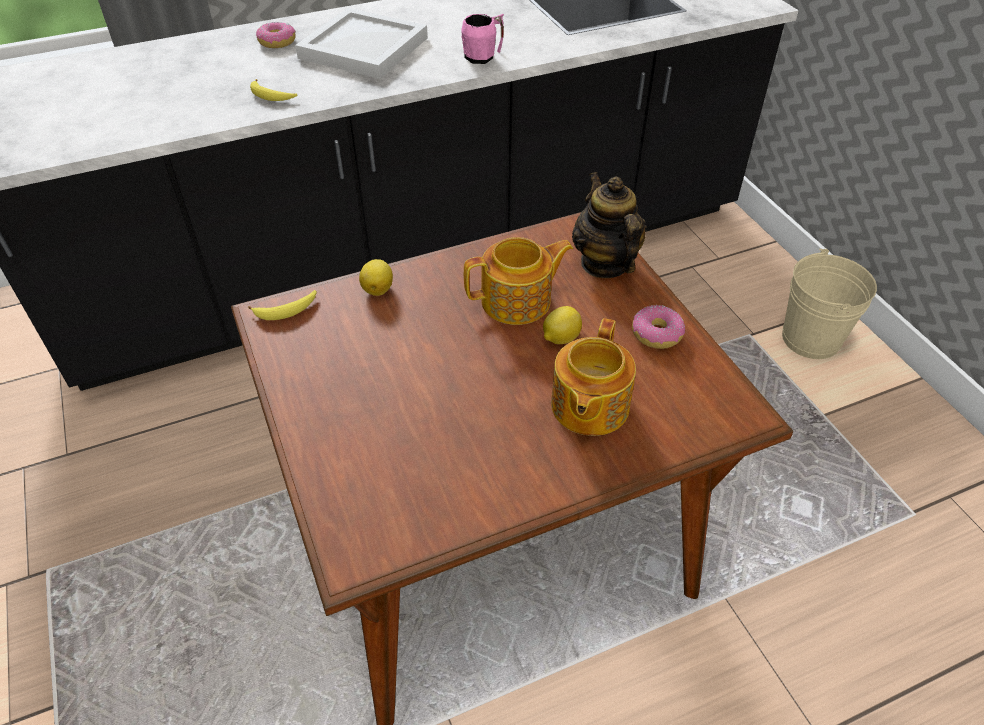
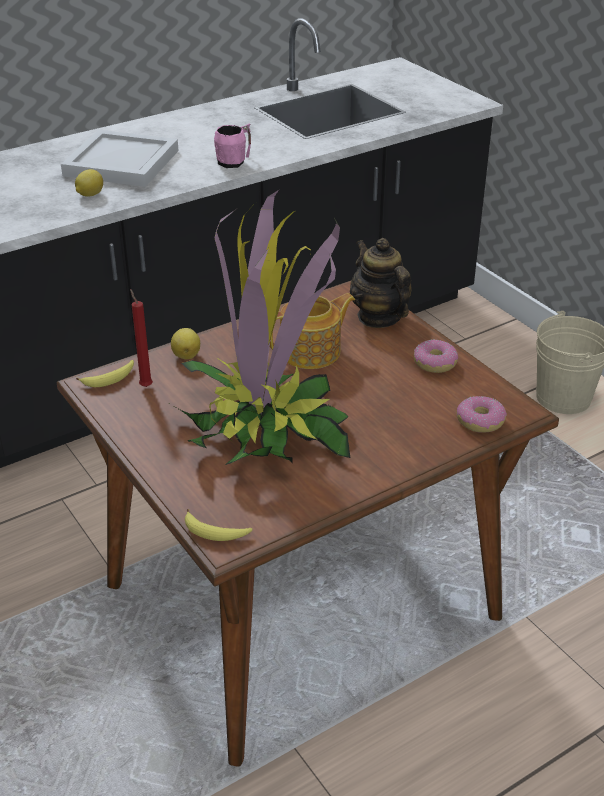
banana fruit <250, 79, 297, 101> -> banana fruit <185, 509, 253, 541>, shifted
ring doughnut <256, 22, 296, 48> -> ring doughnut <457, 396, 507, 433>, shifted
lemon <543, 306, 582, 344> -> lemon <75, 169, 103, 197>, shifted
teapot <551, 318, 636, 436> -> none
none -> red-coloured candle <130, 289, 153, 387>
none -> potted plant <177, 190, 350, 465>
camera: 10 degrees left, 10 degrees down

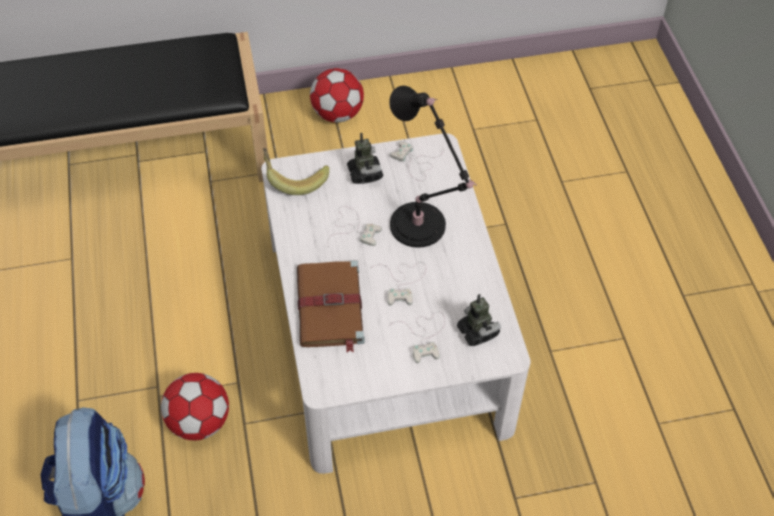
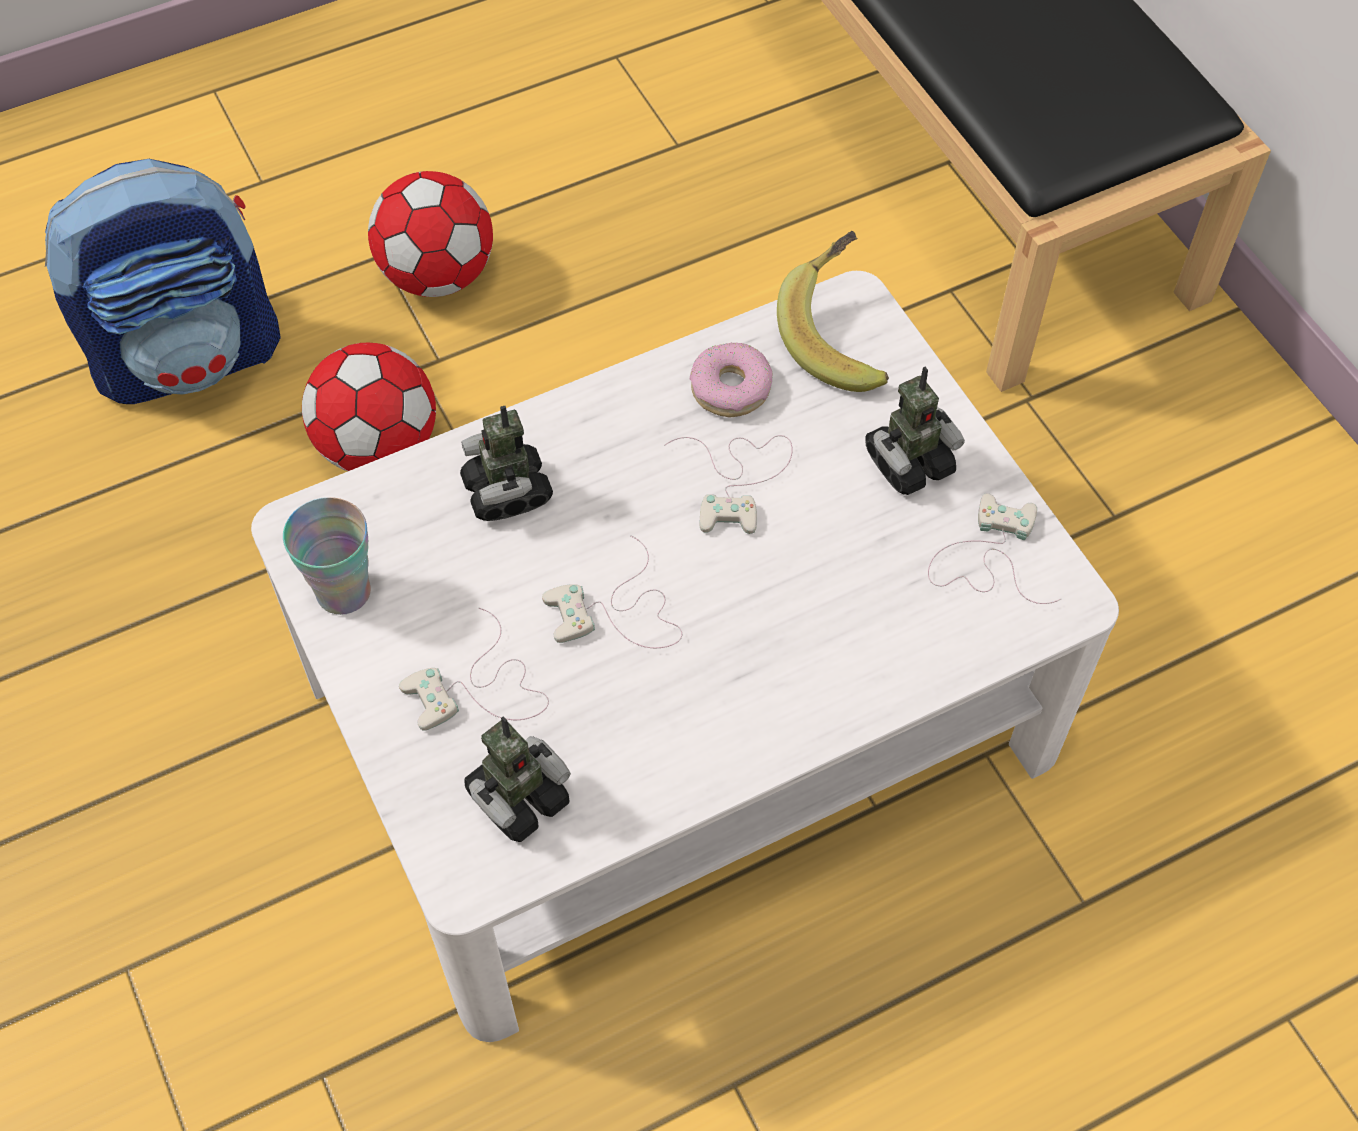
brown bound book <297, 260, 365, 352> -> toy robot <460, 406, 553, 521>
football ball <310, 68, 364, 123> -> football ball <368, 171, 493, 297>, shifted
blackish table lamp <389, 86, 477, 248> -> none
none -> drinking cup <283, 497, 371, 615>
none -> ring doughnut <690, 343, 772, 417>
camera: 75 degrees right, 5 degrees up

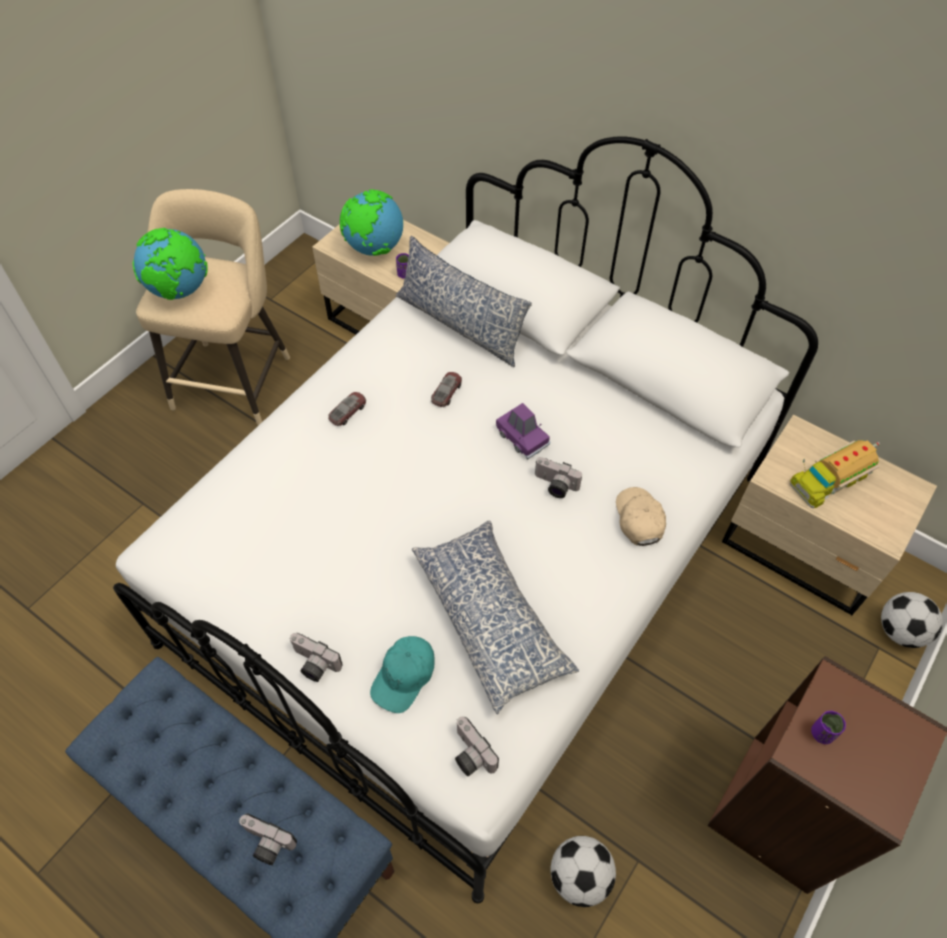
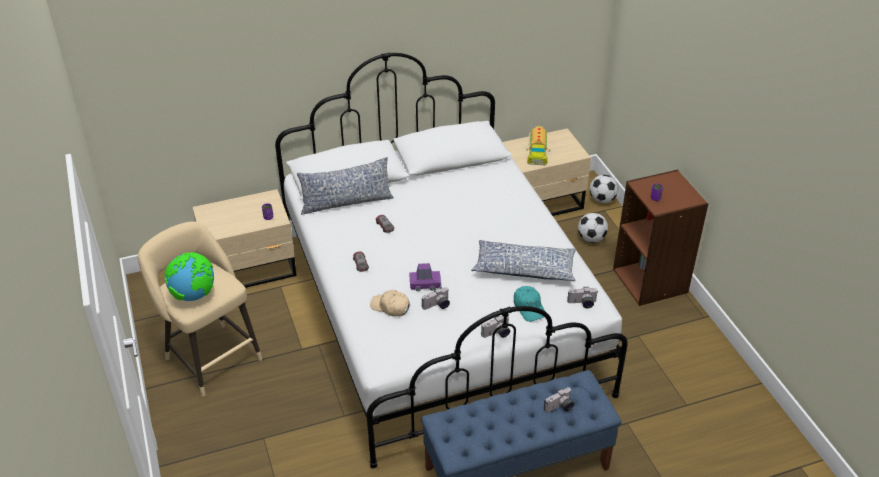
desk globe <340, 190, 403, 256> -> none
purple-coloured model car <496, 403, 550, 460> -> purple-coloured model car <410, 263, 442, 291>, shifted
still camera <535, 457, 582, 498> -> still camera <422, 287, 450, 310>, shifted
football ball <551, 836, 616, 907> -> football ball <578, 213, 608, 243>, shifted
sand-coloured baseball cap <616, 487, 666, 546> -> sand-coloured baseball cap <370, 290, 410, 316>, shifted
camera: 55 degrees left, 15 degrees down

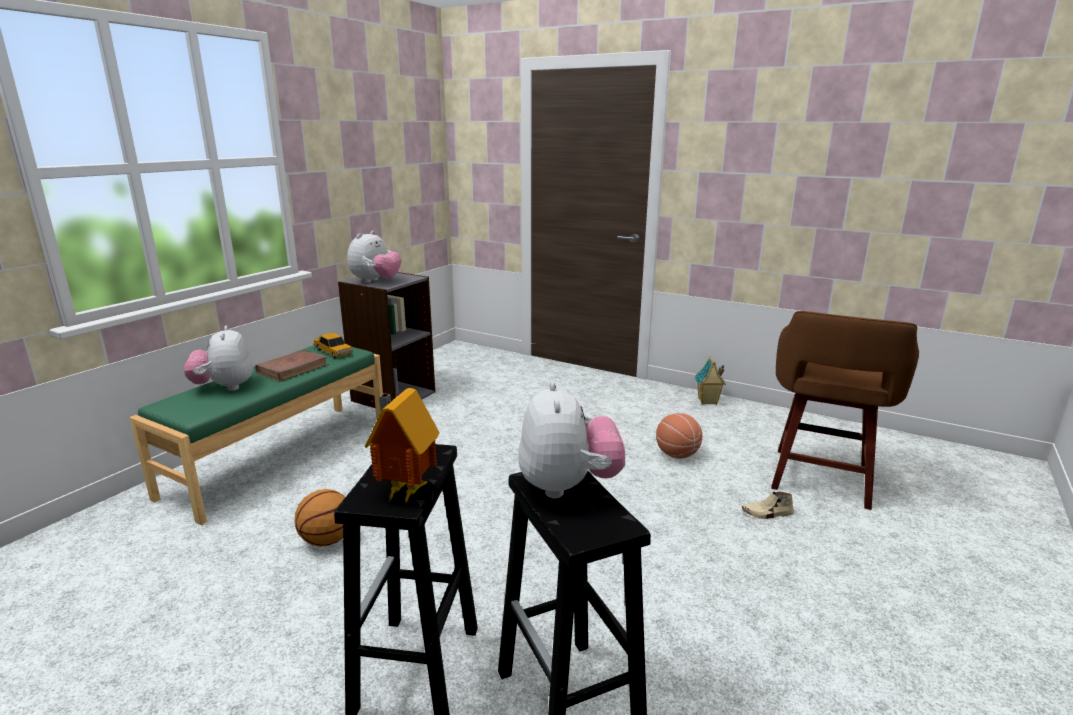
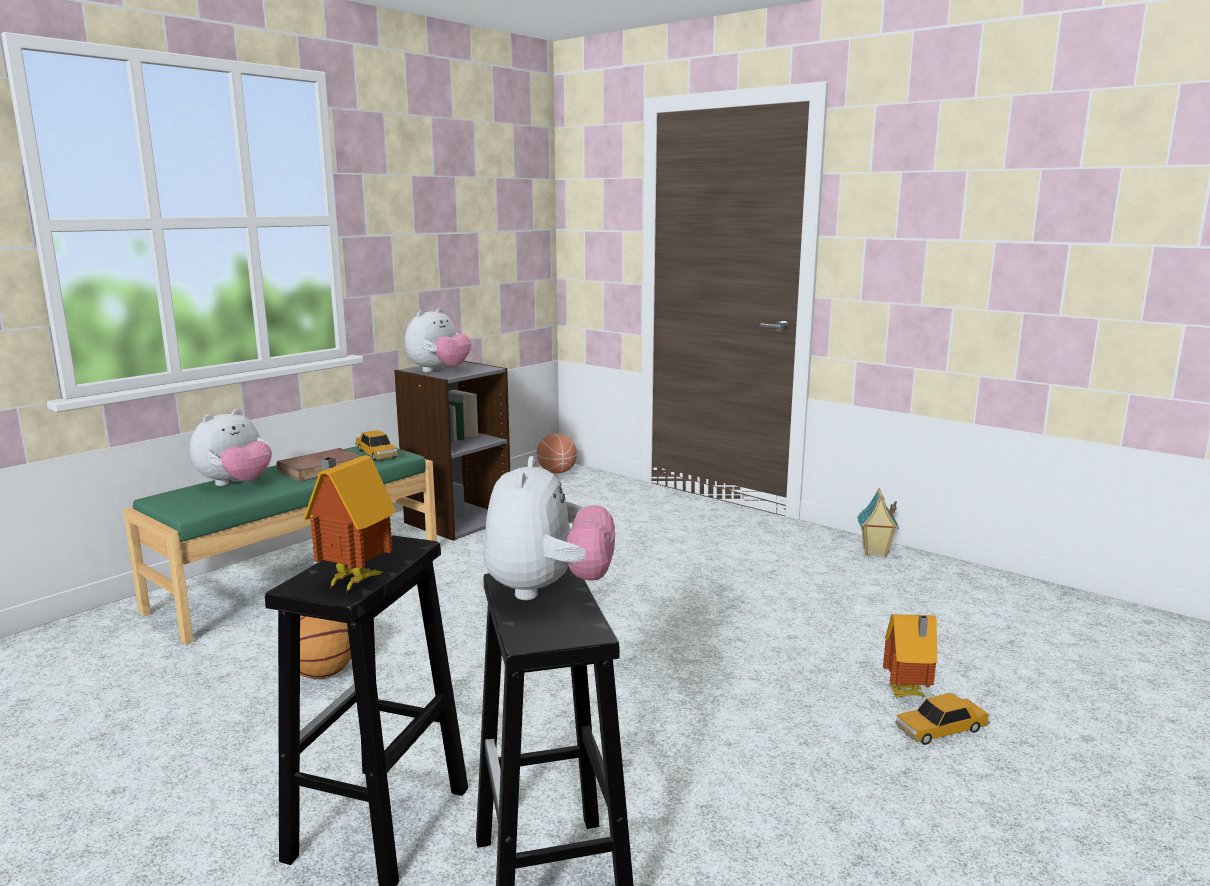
plush toy <184, 325, 253, 391> -> plush toy <190, 409, 272, 486>, 135 degrees counterclockwise
ball for basketball <656, 413, 703, 458> -> ball for basketball <537, 434, 577, 473>, shifted
sand-coloured item of footwear <742, 492, 794, 519> -> toy house <883, 614, 937, 698>
brown stool <771, 311, 919, 510> -> none
none -> model car <895, 693, 990, 745>
camera: 10 degrees right, 5 degrees down

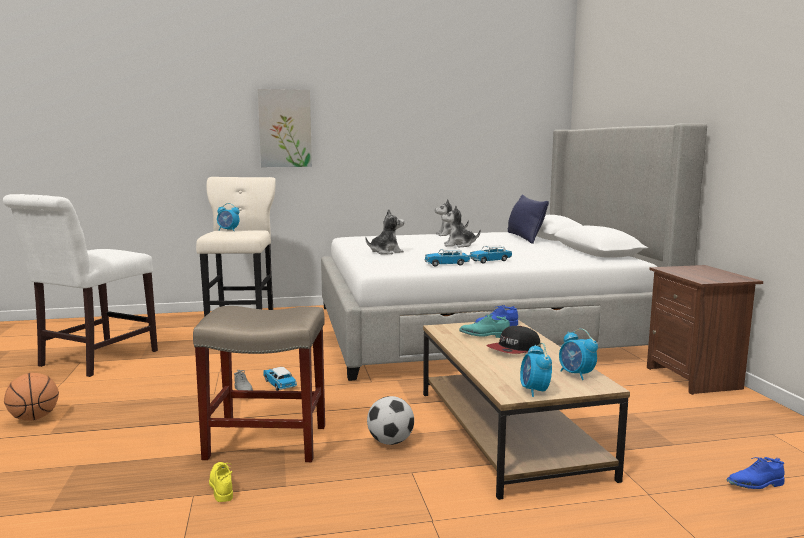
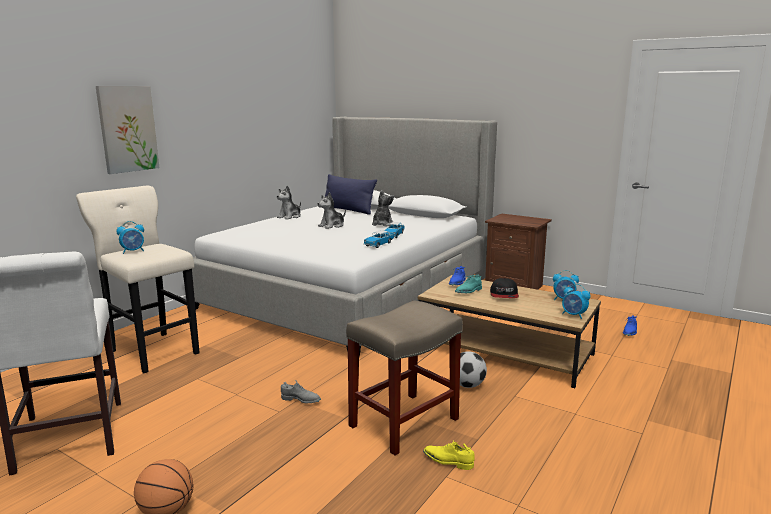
model car <263, 367, 297, 391> -> none
plush toy <365, 209, 404, 254> -> plush toy <372, 190, 394, 227>, shifted
camera: 45 degrees left, 5 degrees up

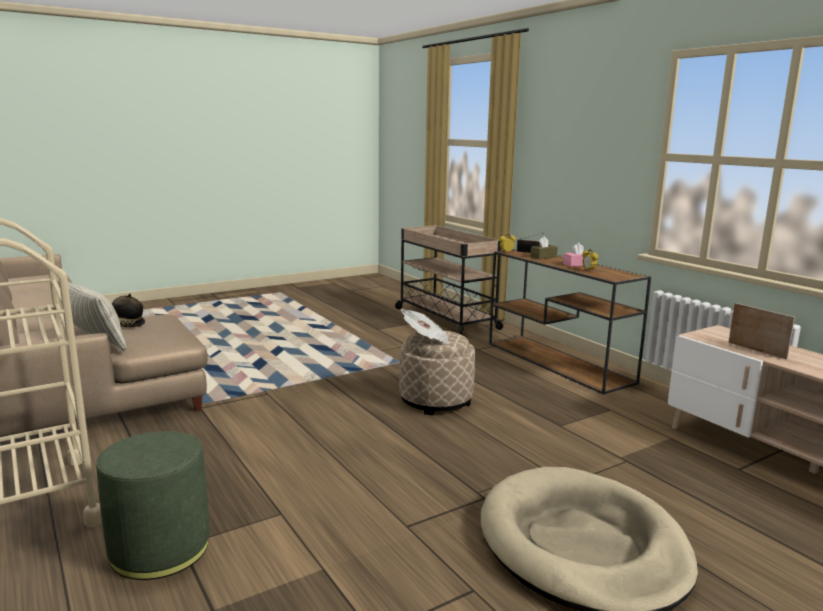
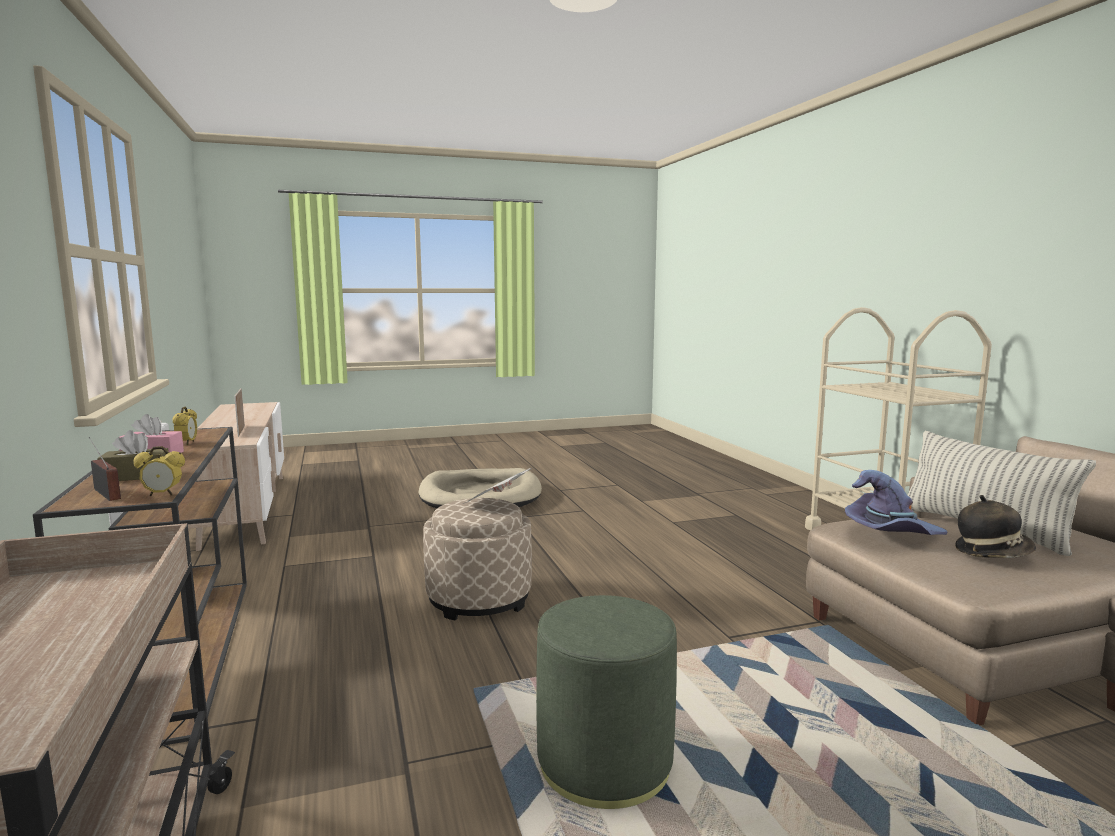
greenish footrest <96, 431, 210, 580> -> greenish footrest <536, 595, 677, 809>, shifted
none -> purple-coloured clothing hat <845, 470, 947, 535>
camera: 165 degrees left, 5 degrees down

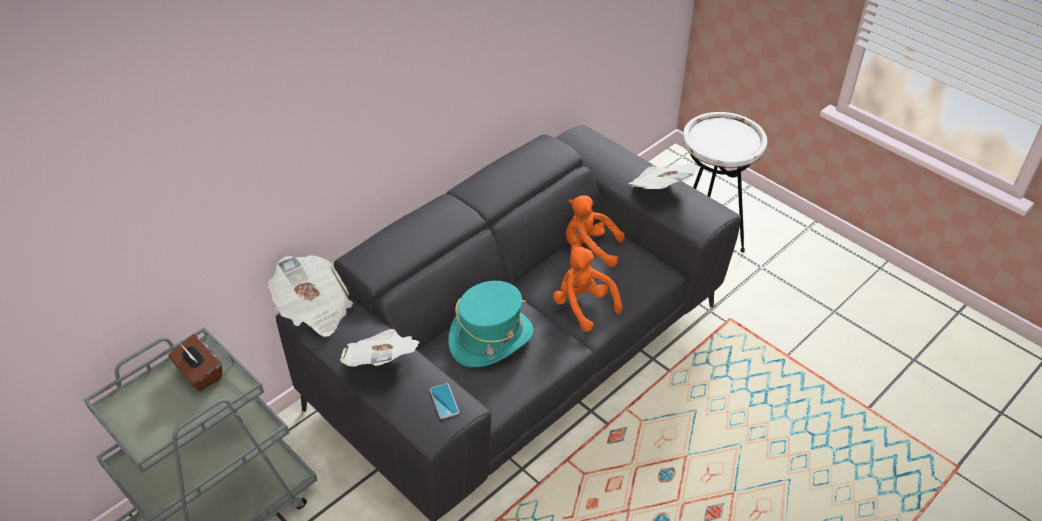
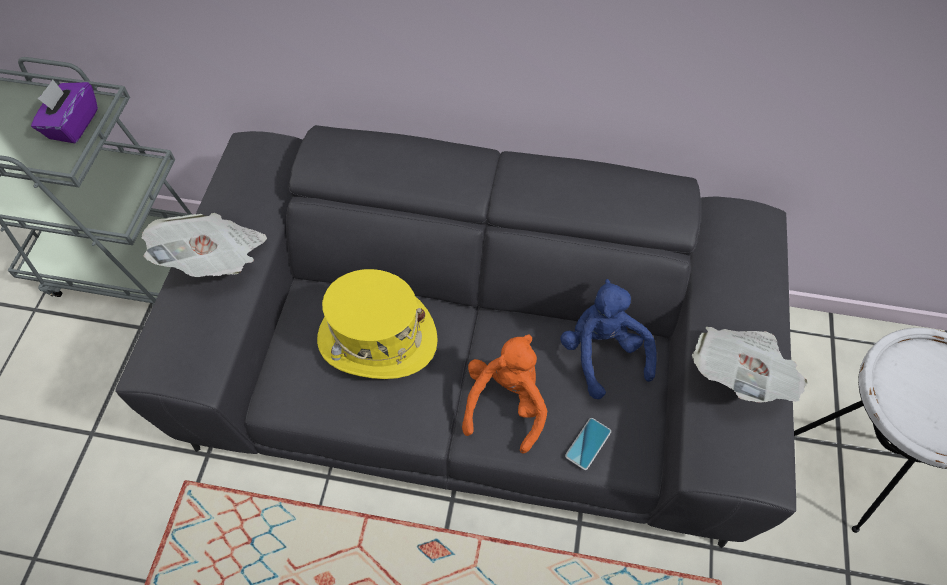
brown box of tissues <168, 334, 222, 391> -> purple-coloured box of tissues <31, 80, 98, 143>
daily paper <268, 255, 353, 337> -> none
phone <430, 384, 459, 419> -> phone <565, 418, 611, 470>, shifted
turquoise clothing hat <448, 281, 533, 367> -> yellow-coloured clothing hat <317, 269, 438, 379>
orange plush toy <566, 195, 625, 267> -> bluish plush toy <560, 279, 657, 399>
camera: 55 degrees right, 15 degrees up

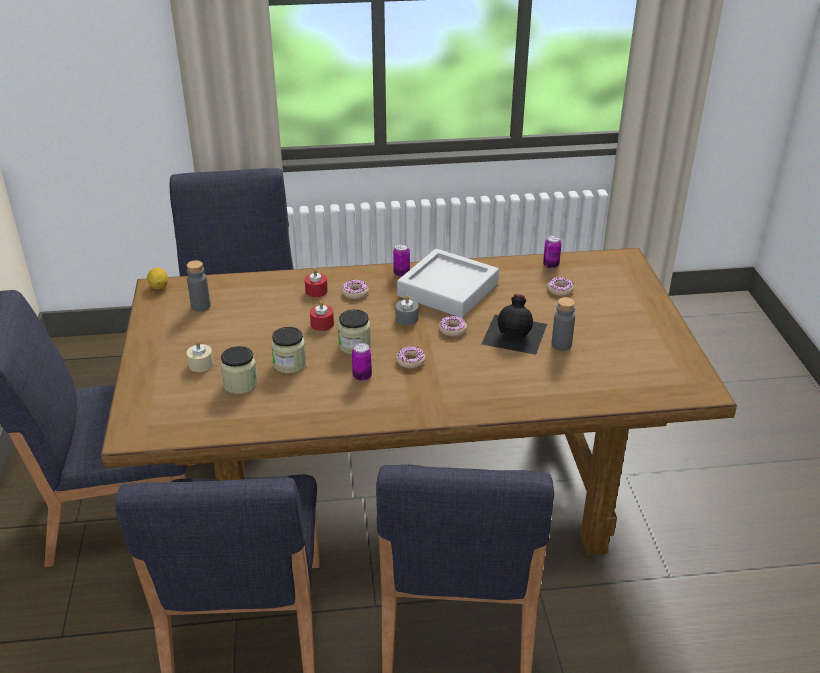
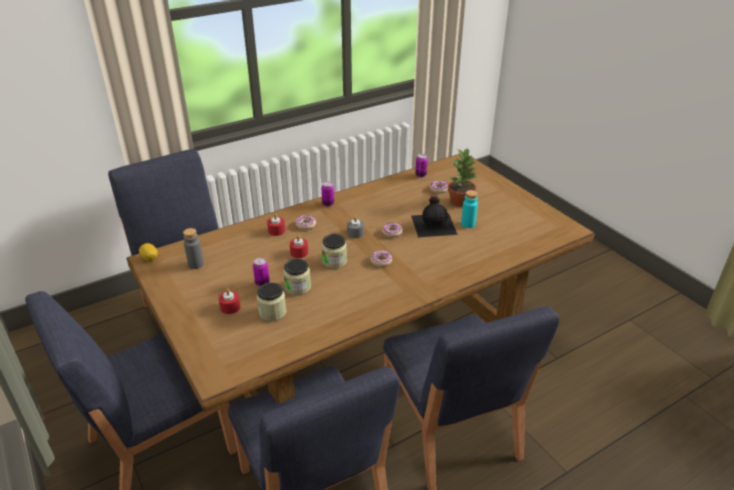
sand-coloured candle <187, 340, 214, 372> -> red-coloured candle <218, 288, 241, 314>
metal can <352, 343, 372, 381> -> metal can <253, 258, 270, 287>, shifted
grey serving tray <397, 249, 499, 318> -> none
grey beverage bottle <552, 297, 575, 351> -> turquoise beverage bottle <461, 190, 478, 228>
none -> potted plant <448, 148, 478, 207>
camera: 25 degrees left, 0 degrees up

